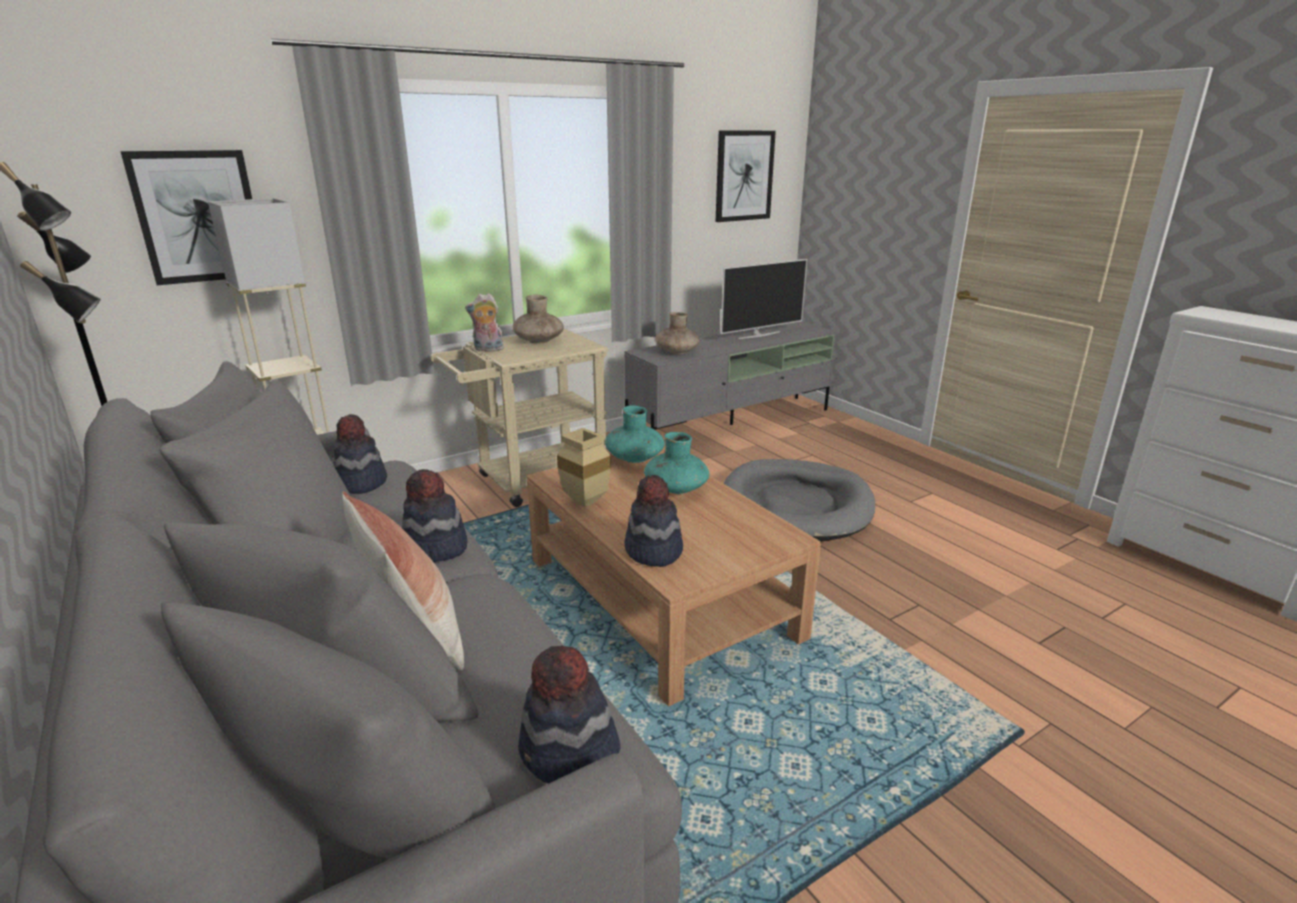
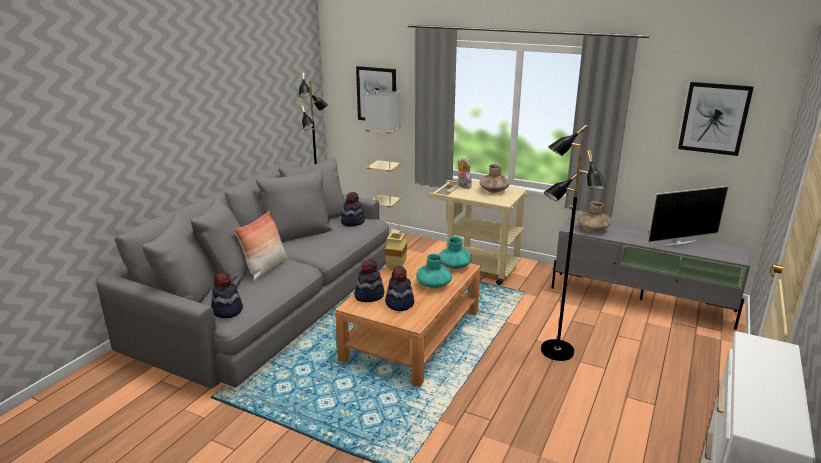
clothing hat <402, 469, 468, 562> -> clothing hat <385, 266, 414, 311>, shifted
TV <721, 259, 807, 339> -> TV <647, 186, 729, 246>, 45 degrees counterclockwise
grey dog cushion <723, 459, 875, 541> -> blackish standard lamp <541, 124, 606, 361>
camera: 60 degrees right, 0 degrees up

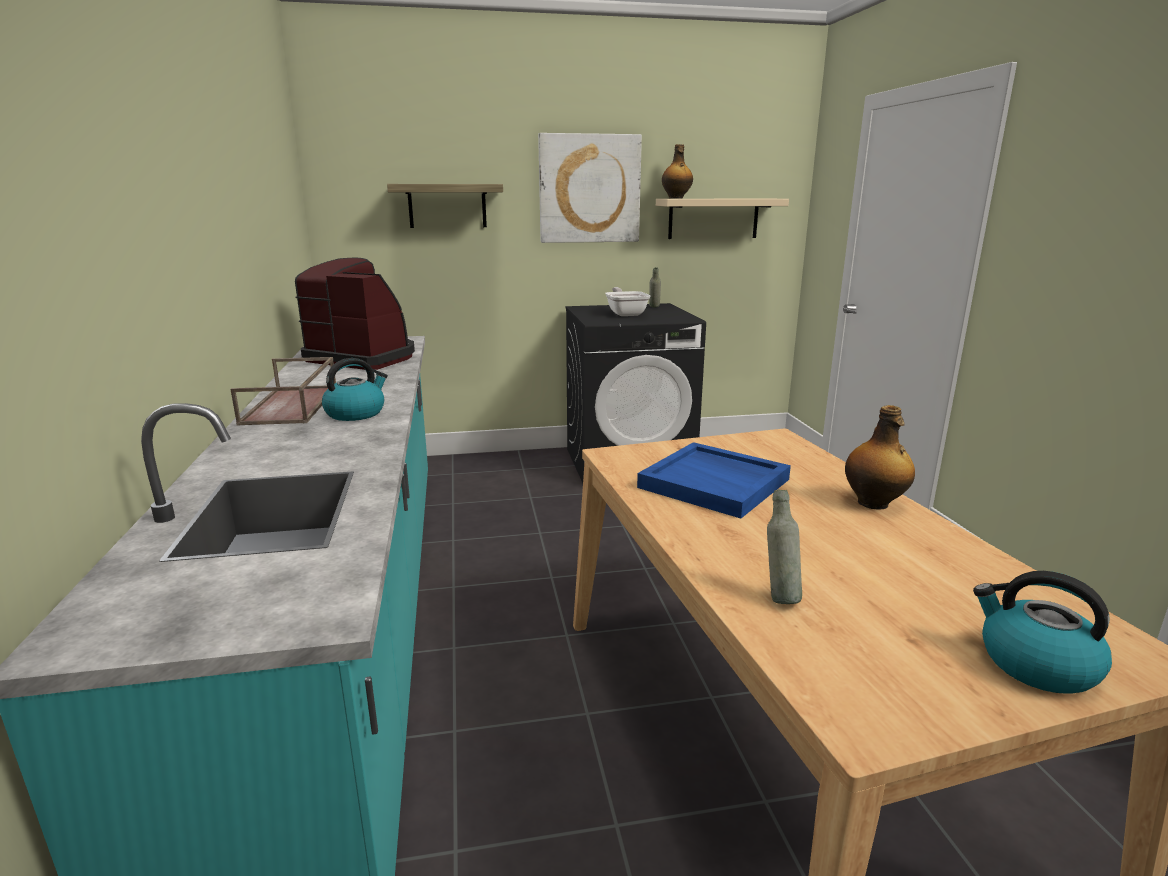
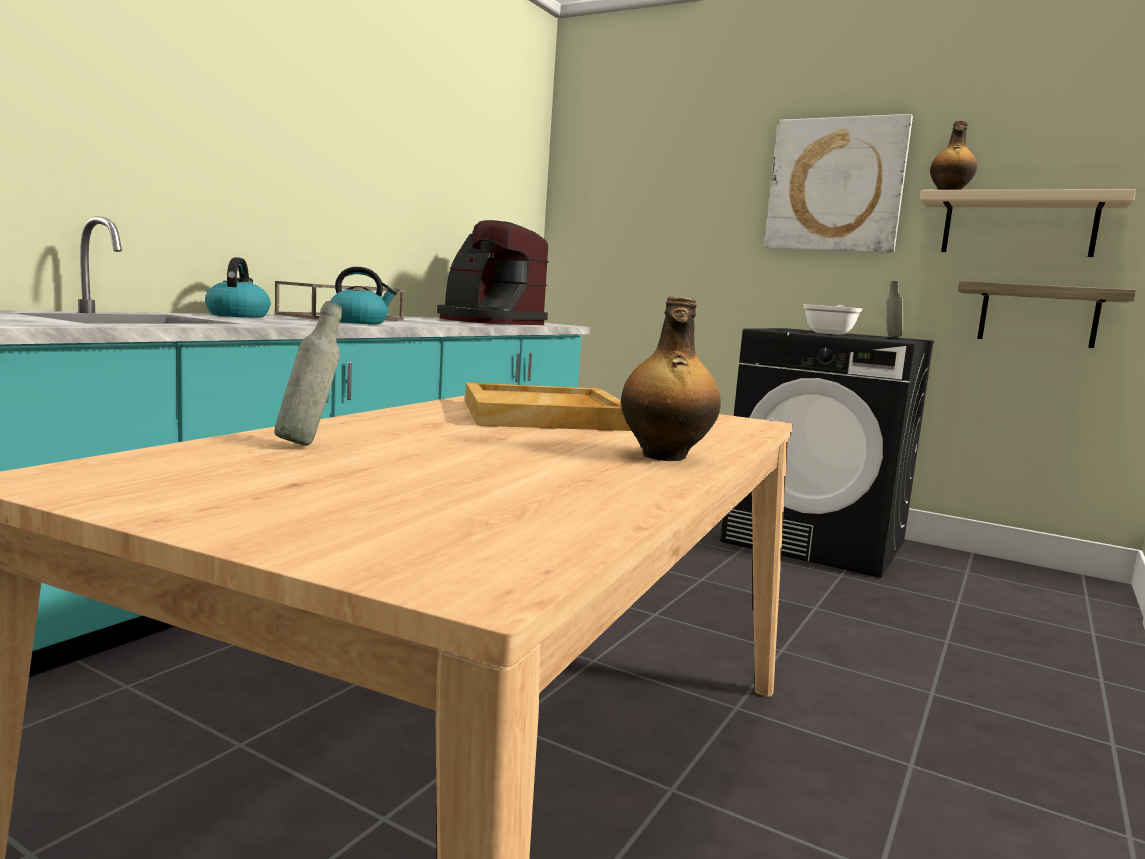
coffee machine <295, 258, 415, 370> -> coffee machine <437, 220, 549, 325>, 150 degrees clockwise
wall shelf <387, 184, 503, 228> -> wall shelf <957, 281, 1136, 348>, shifted
bluish serving tray <637, 442, 791, 518> -> sand-coloured serving tray <465, 382, 631, 431>
water kettle <973, 571, 1112, 694> -> water kettle <205, 257, 270, 318>, shifted
camera: 40 degrees right, 10 degrees down

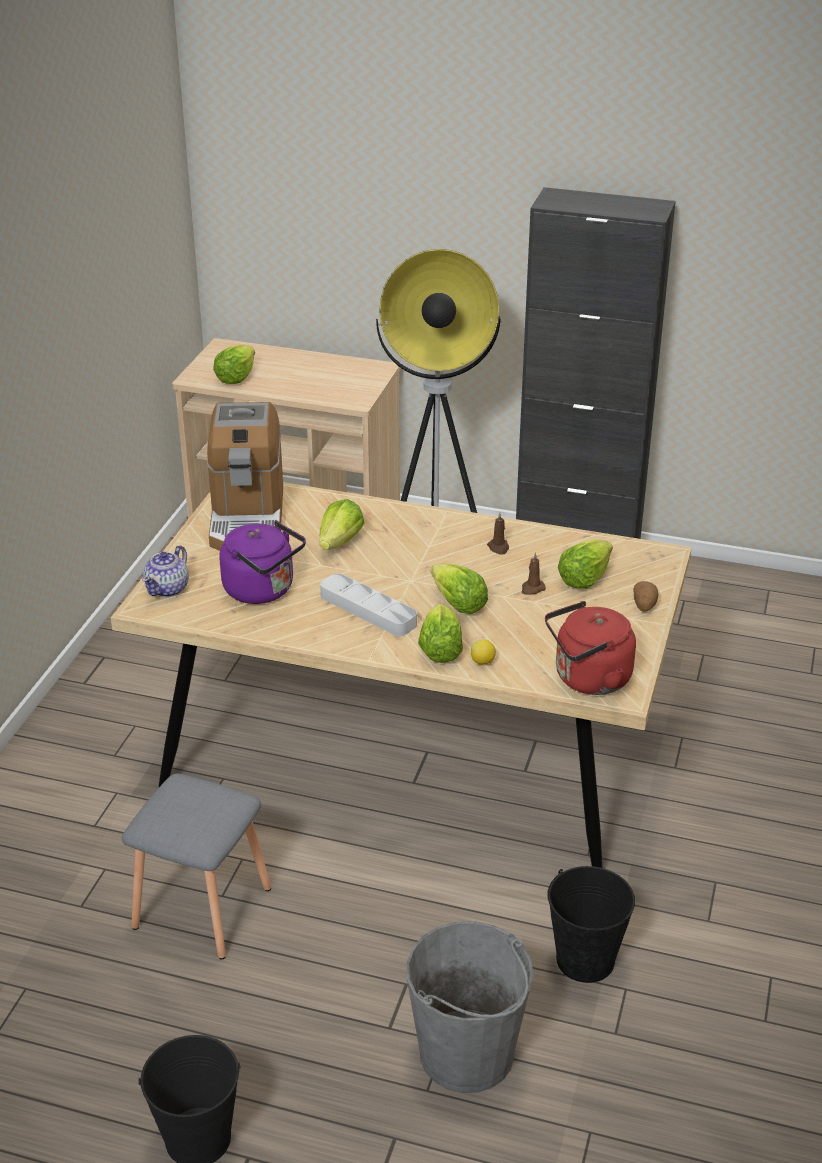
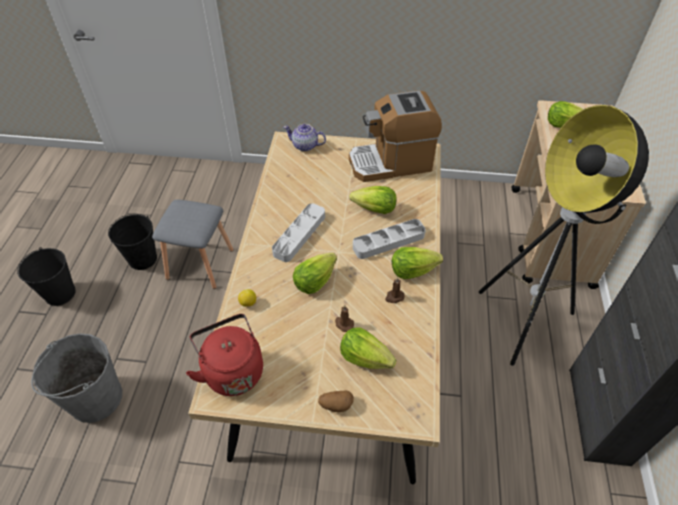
purple-coloured water kettle <219, 521, 306, 604> -> none
head of lettuce <418, 603, 463, 663> -> head of lettuce <392, 247, 443, 279>, shifted
blackish water bucket <547, 866, 635, 983> -> blackish water bucket <108, 214, 157, 270>, shifted
none -> grey serving tray <353, 219, 426, 259>
camera: 80 degrees right, 15 degrees up

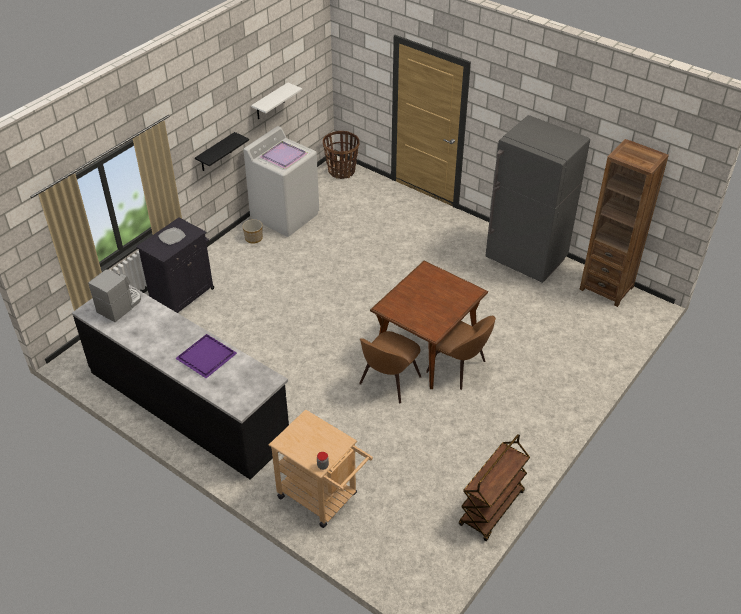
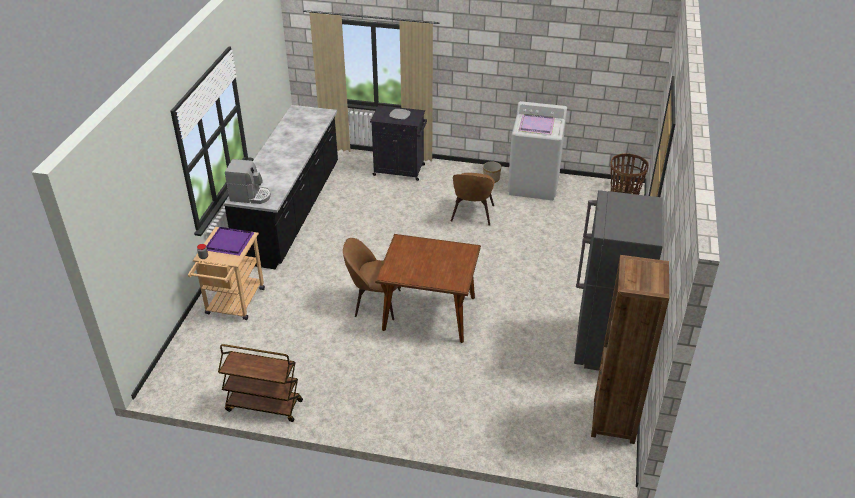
coffee machine <88, 269, 141, 322> -> coffee machine <225, 159, 271, 204>, shifted
purple-coloured serving tray <175, 334, 237, 378> -> purple-coloured serving tray <206, 227, 255, 256>, shifted
blackish wall shelf <195, 132, 249, 171> -> none
whitish wall shelf <251, 83, 302, 119> -> none
brown chair <426, 316, 496, 390> -> brown chair <451, 173, 495, 226>, shifted
camera: 65 degrees right, 5 degrees down

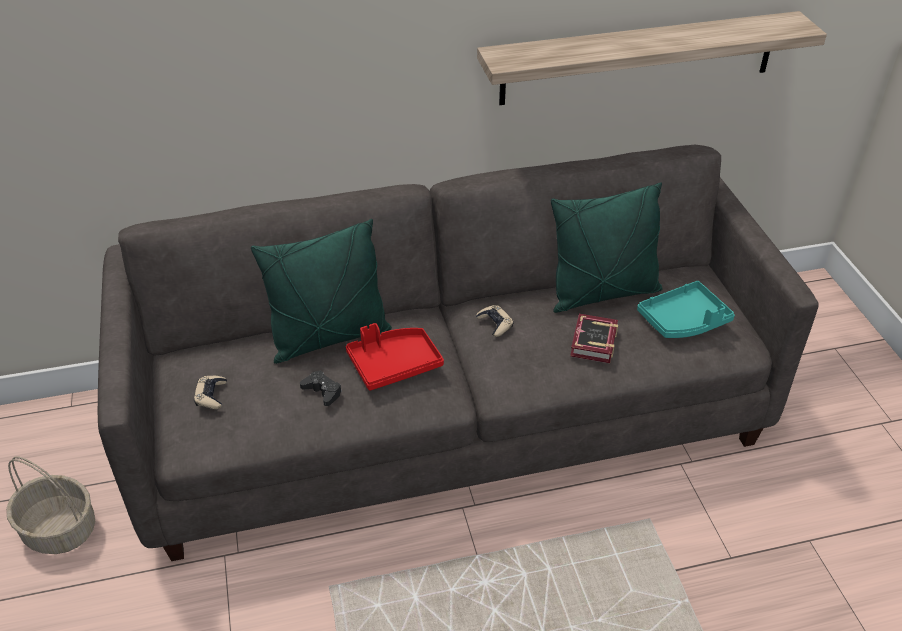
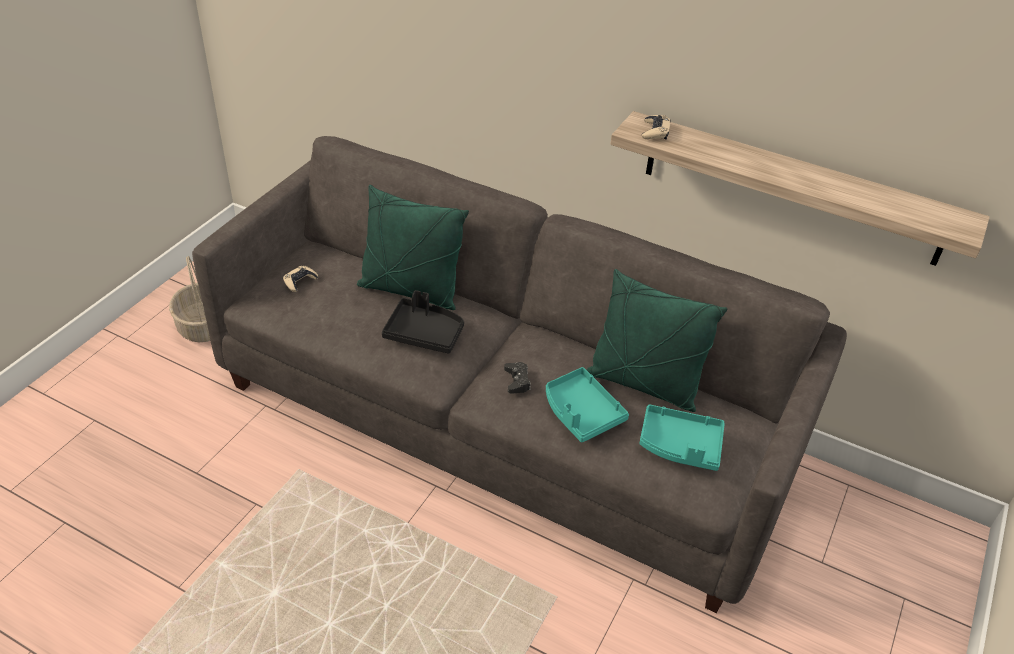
blackish gamepad <300, 370, 342, 406> -> blackish gamepad <504, 362, 531, 394>, shifted
red-coloured serving tray <346, 323, 444, 391> -> blackish serving tray <382, 290, 464, 354>
sand-coloured gamepad <476, 305, 513, 337> -> sand-coloured gamepad <642, 115, 671, 140>, shifted
bound book <570, 314, 618, 363> -> turquoise serving tray <546, 367, 629, 443>
camera: 40 degrees right, 0 degrees up

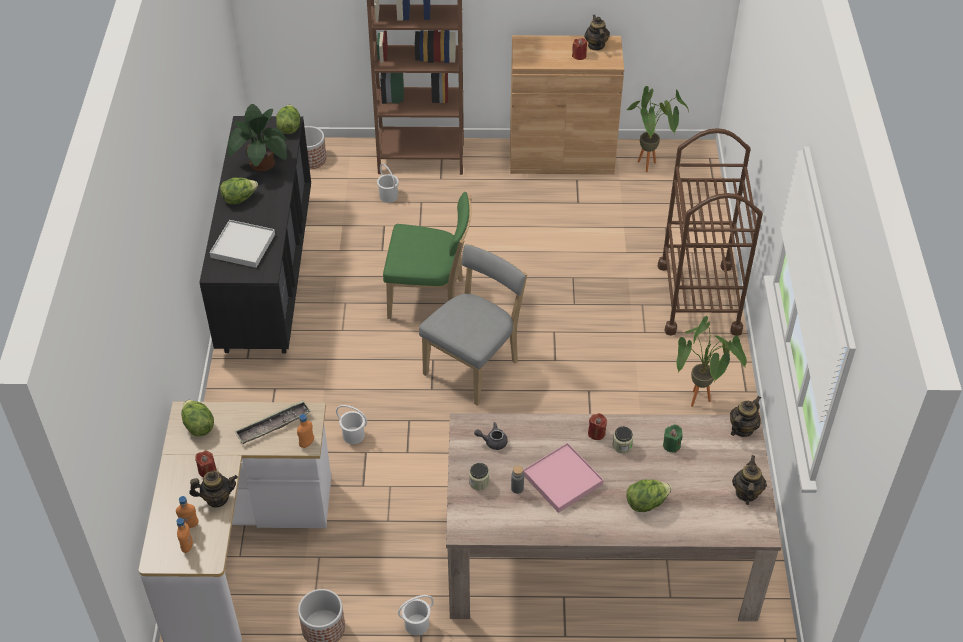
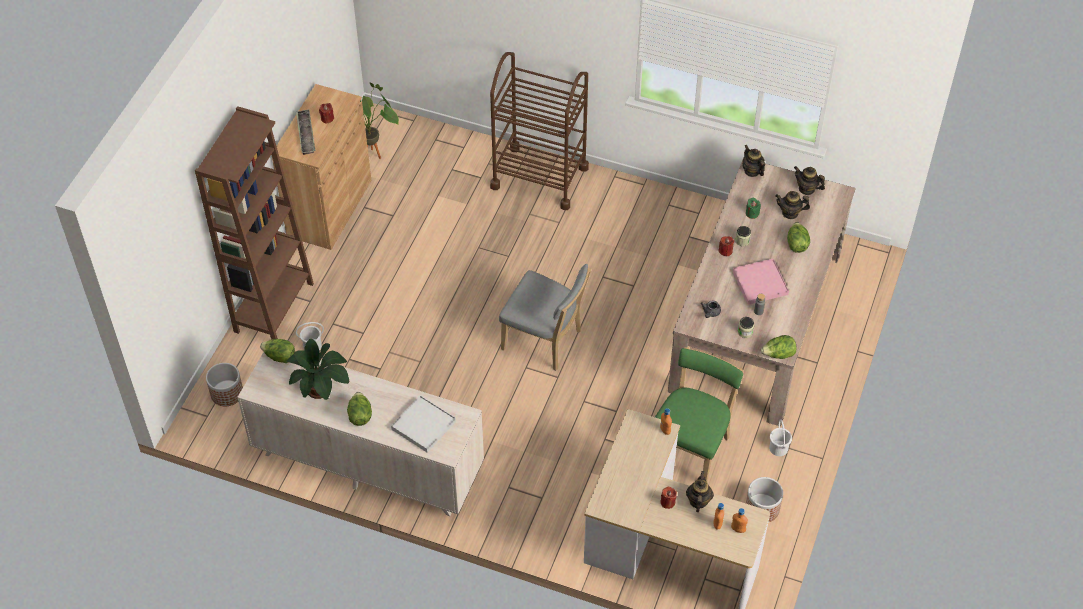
head of lettuce <182, 400, 214, 437> -> head of lettuce <761, 335, 797, 359>, shifted
blackish chest of drawers <199, 116, 311, 353> -> sand-coloured chest of drawers <237, 352, 484, 516>
serving tray <234, 400, 311, 444> -> serving tray <296, 109, 316, 155>, shifted
whitish water bucket <336, 405, 367, 444> -> none
greenish chair <383, 192, 472, 319> -> greenish chair <655, 347, 743, 482>, shifted
grey chair <419, 244, 527, 406> -> grey chair <499, 264, 591, 371>, 150 degrees clockwise
teapot <584, 15, 610, 51> -> teapot <775, 191, 810, 219>, shifted
potted plant <676, 316, 747, 407> -> none
camera: 70 degrees left, 5 degrees up

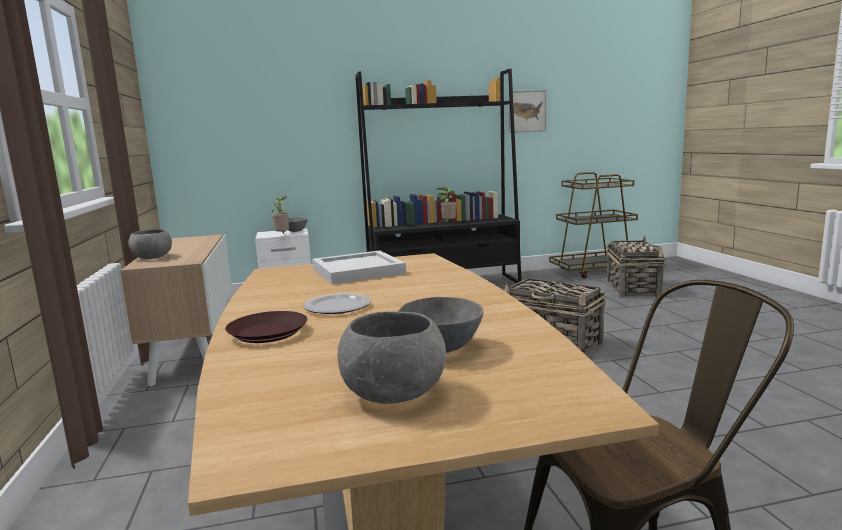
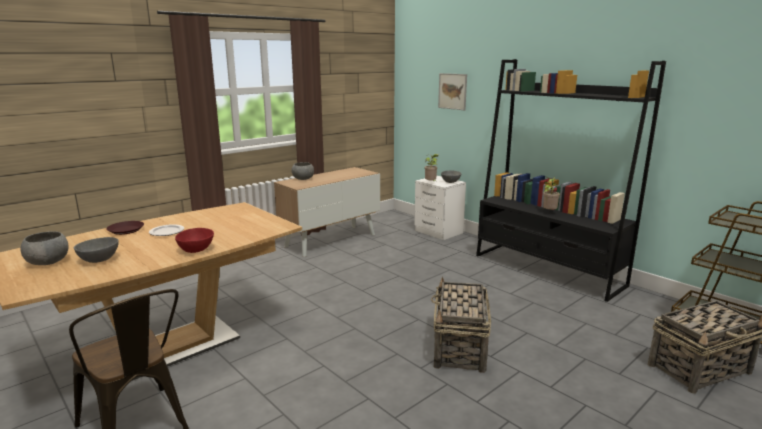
whitish serving tray <312, 250, 406, 284> -> none
wall art <508, 90, 546, 133> -> wall art <438, 73, 467, 110>, shifted
none -> red-coloured deep dish <175, 228, 214, 253>
camera: 60 degrees right, 5 degrees up

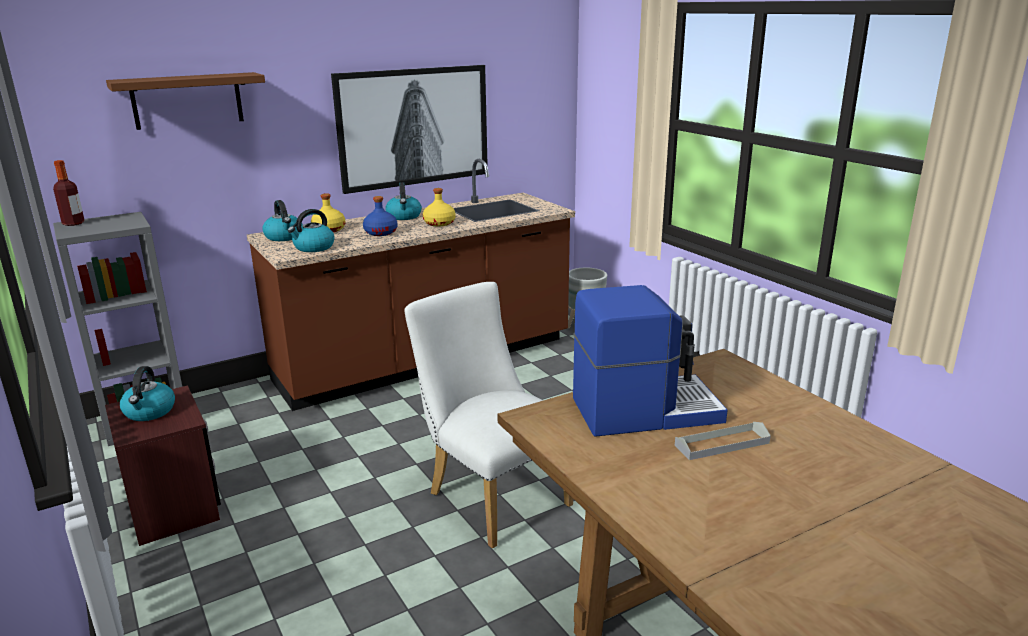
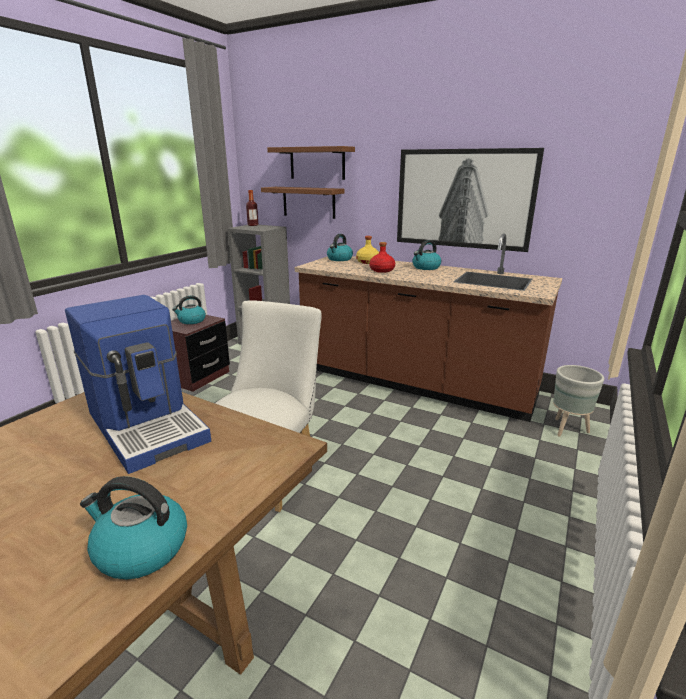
water kettle <288, 209, 334, 252> -> water kettle <80, 476, 187, 580>, shifted
bluish beverage bottle <363, 196, 397, 236> -> red-coloured beverage bottle <369, 242, 395, 273>
yellow-coloured beverage bottle <423, 188, 456, 227> -> none
grey serving tray <675, 422, 771, 460> -> none
none -> brown wall shelf <261, 187, 345, 219>
camera: 60 degrees right, 0 degrees up

